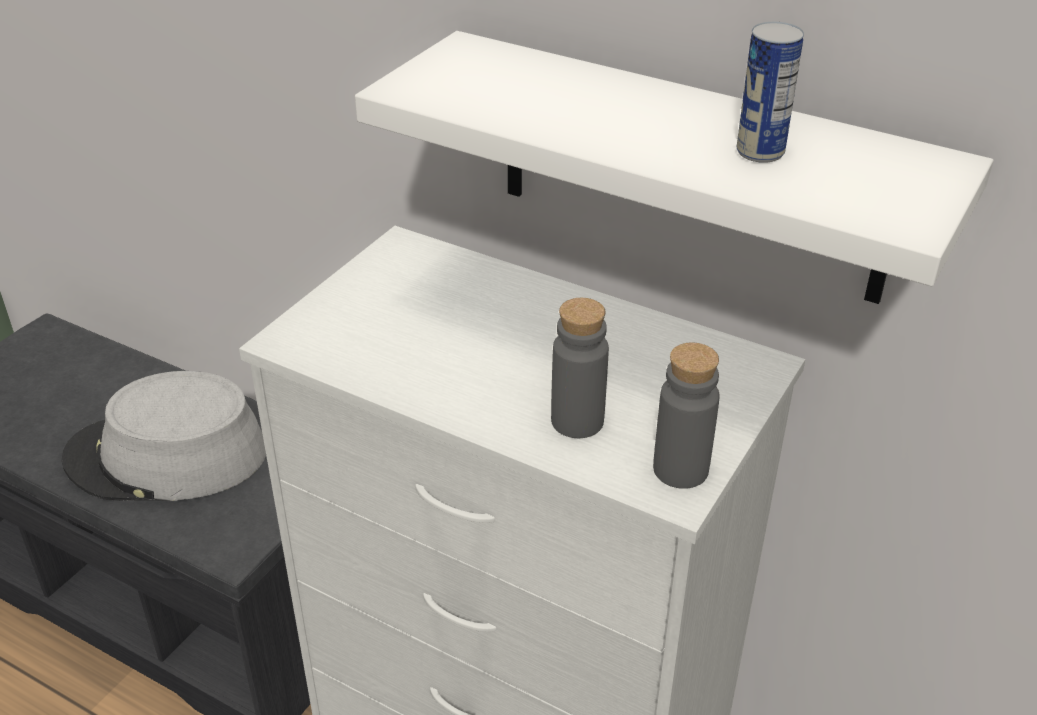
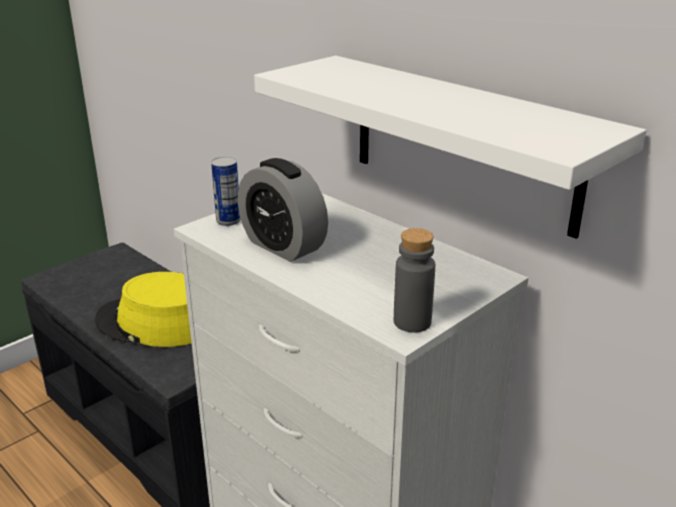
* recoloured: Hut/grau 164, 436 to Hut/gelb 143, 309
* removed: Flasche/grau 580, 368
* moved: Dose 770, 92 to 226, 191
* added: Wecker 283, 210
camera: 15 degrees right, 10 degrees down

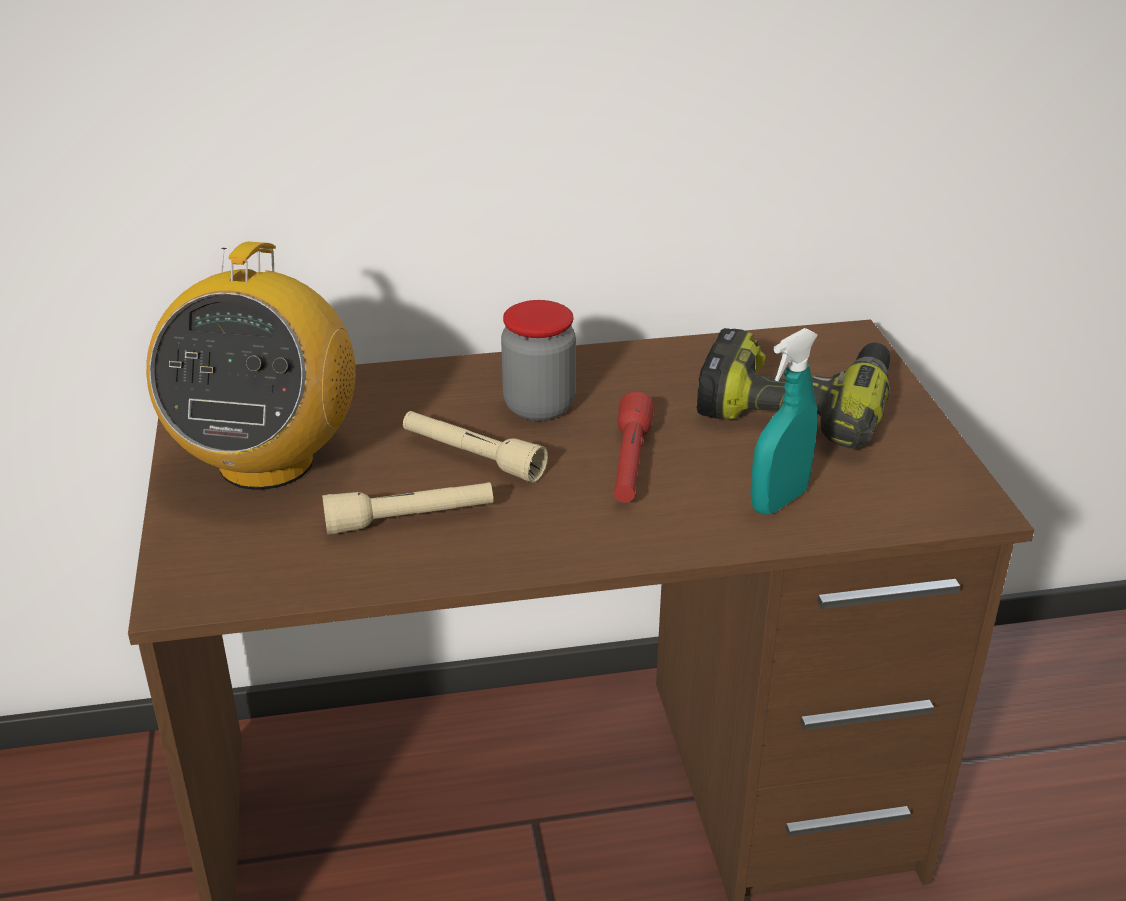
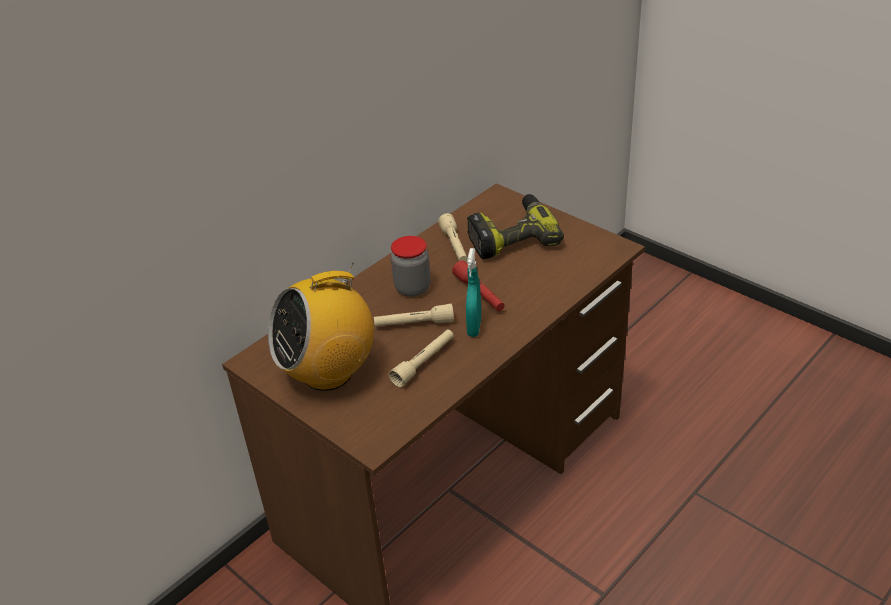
* turned: Radio 251, 366 = 321, 327 90 degrees clockwise
* moved: Sprühflasche/türkis 784, 421 to 473, 292
* added: Taschenlampe/beige 452, 237
camera: 35 degrees left, 5 degrees up

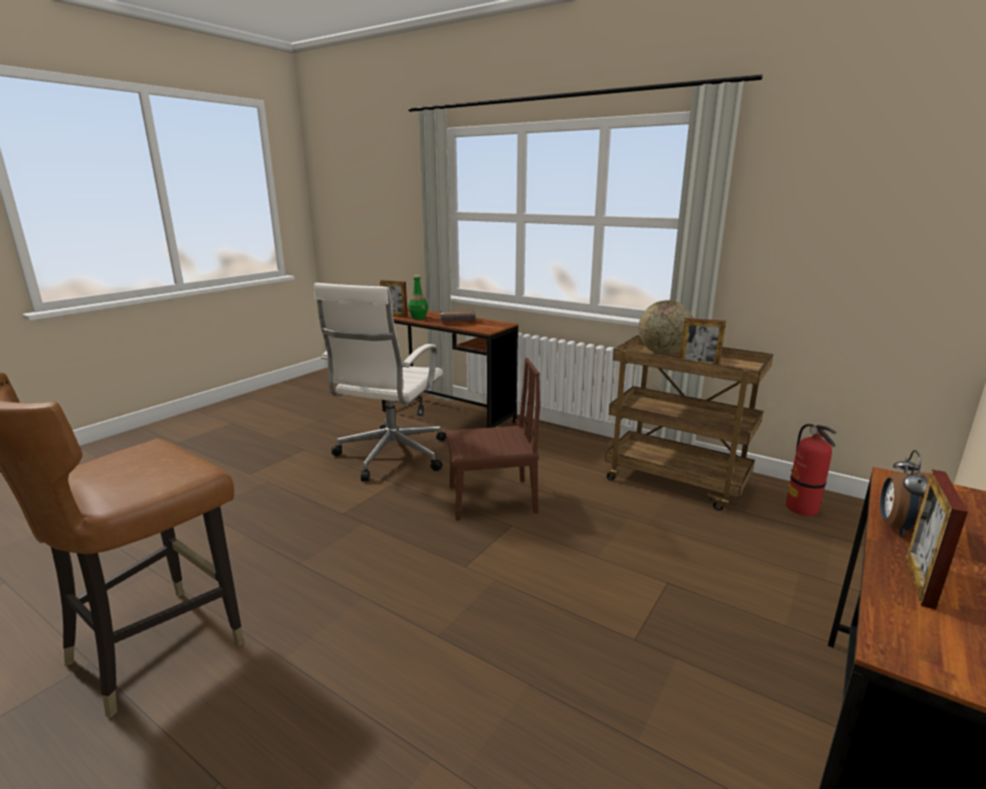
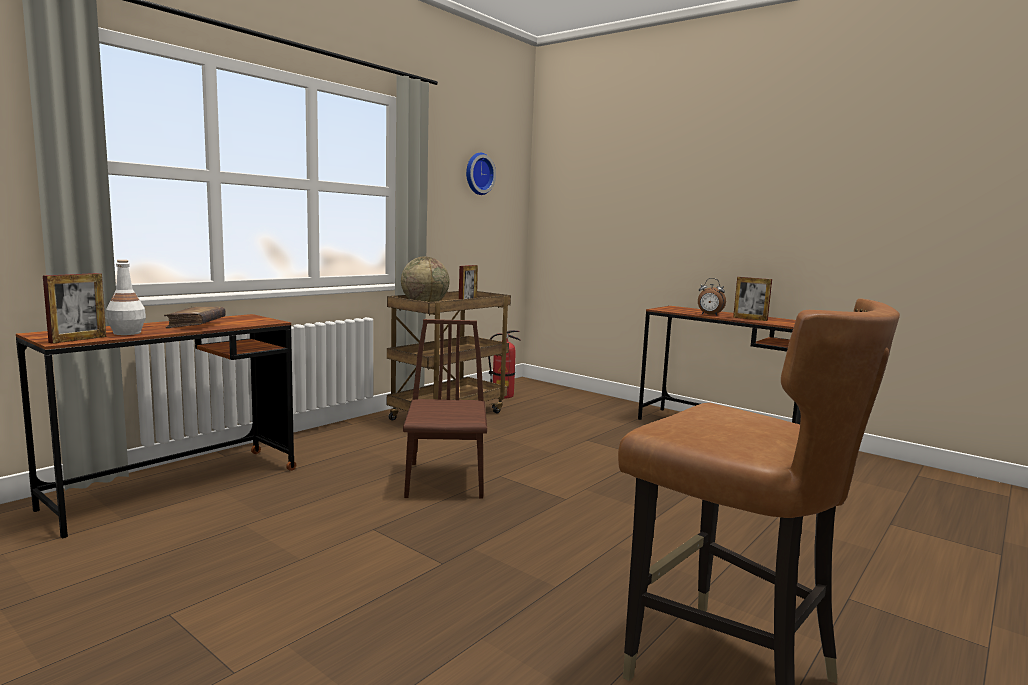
* removed: Bürostuhl/weiß 380, 382
* recoloured: Flasche/grün 418, 297 to Flasche/weiß 126, 297
* added: Wanduhr 481, 174
camera: 85 degrees left, 10 degrees down

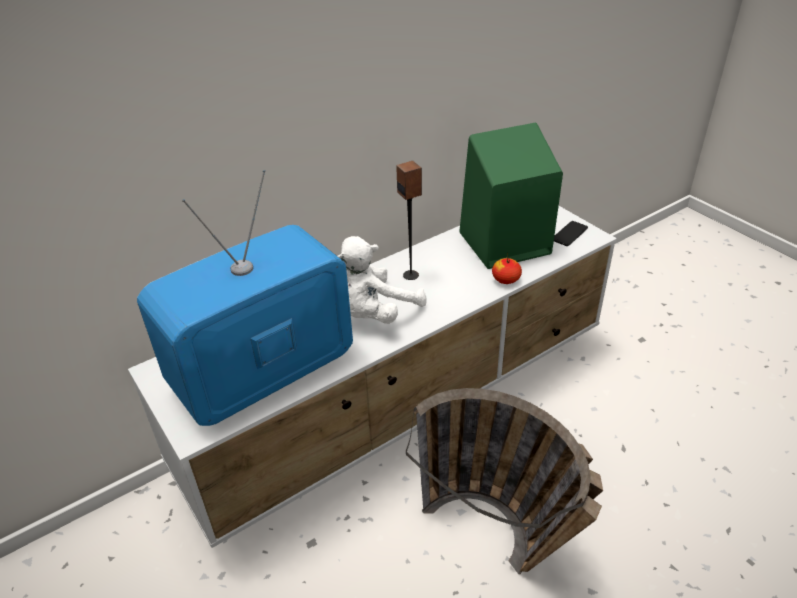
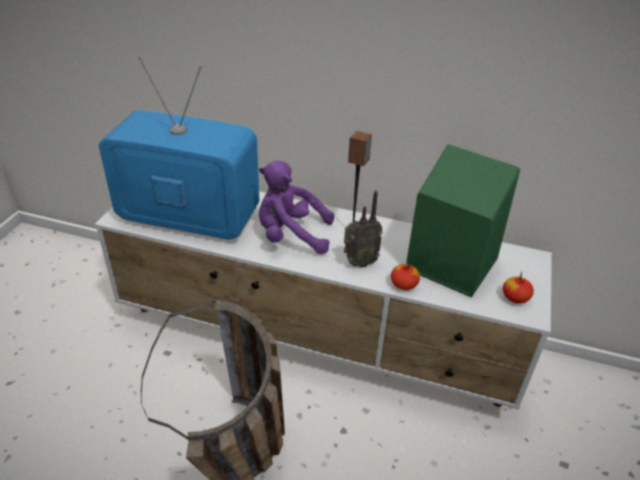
* recoloured: Plüschtier/weiß 382, 280 to Plüschtier/lila 296, 207
* replaced: Handy 571, 233 to Apfel 518, 287
* added: Radio 363, 229
camera: 50 degrees right, 0 degrees up

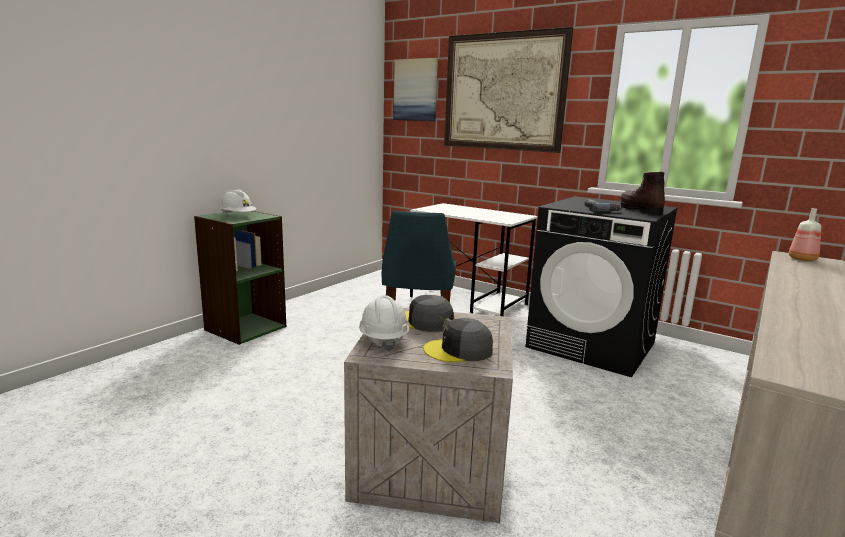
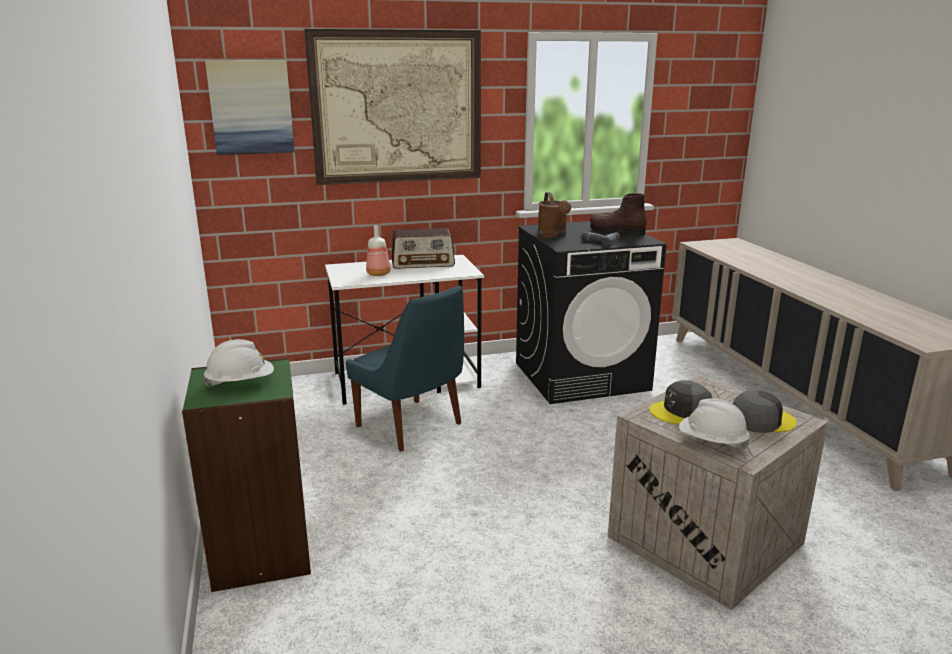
* turned: Kappe/grau 458, 340 = 764, 411 135 degrees counterclockwise
* moved: Flasche 805, 234 to 378, 250
* added: Radio 423, 248
* added: Gießkanne/braun 554, 215
camera: 50 degrees left, 5 degrees up

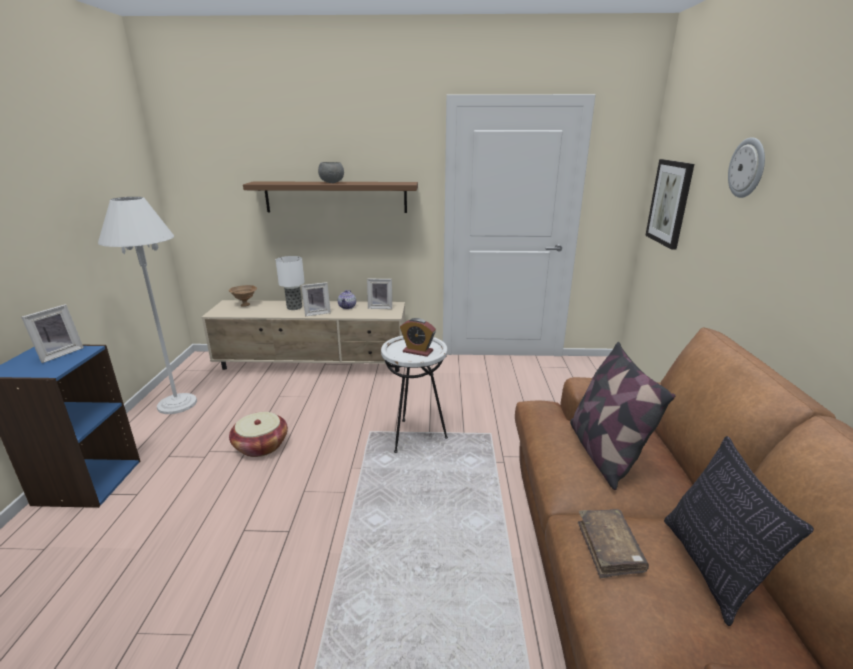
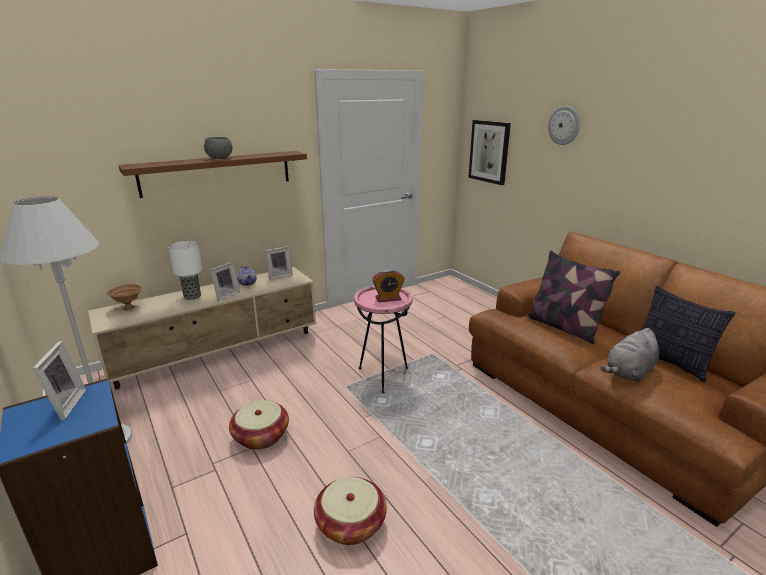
* recoloured: Beistelltisch/weiß 414, 394 to Beistelltisch/rosa 383, 339
* replaced: Buch/braun 613, 543 to Plüschtier/grau 629, 355
* added: Korb 350, 511
camera: 35 degrees left, 0 degrees up

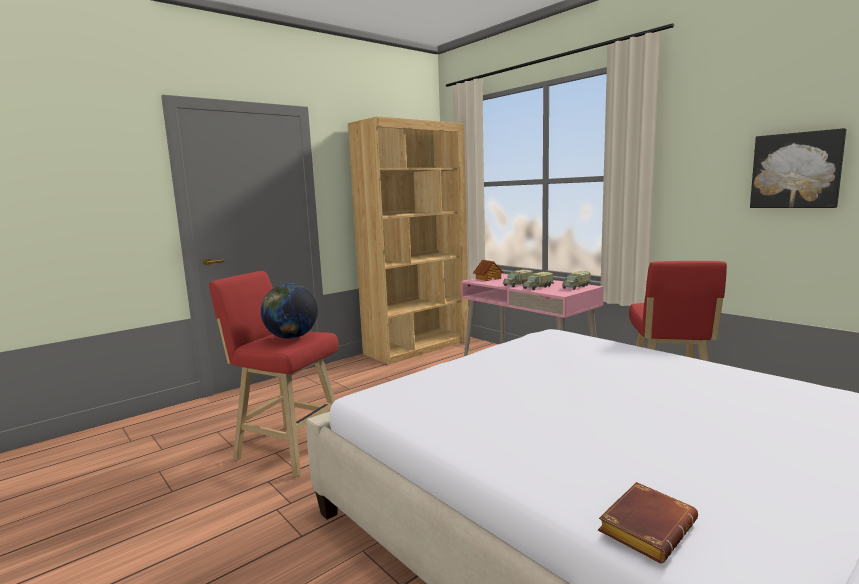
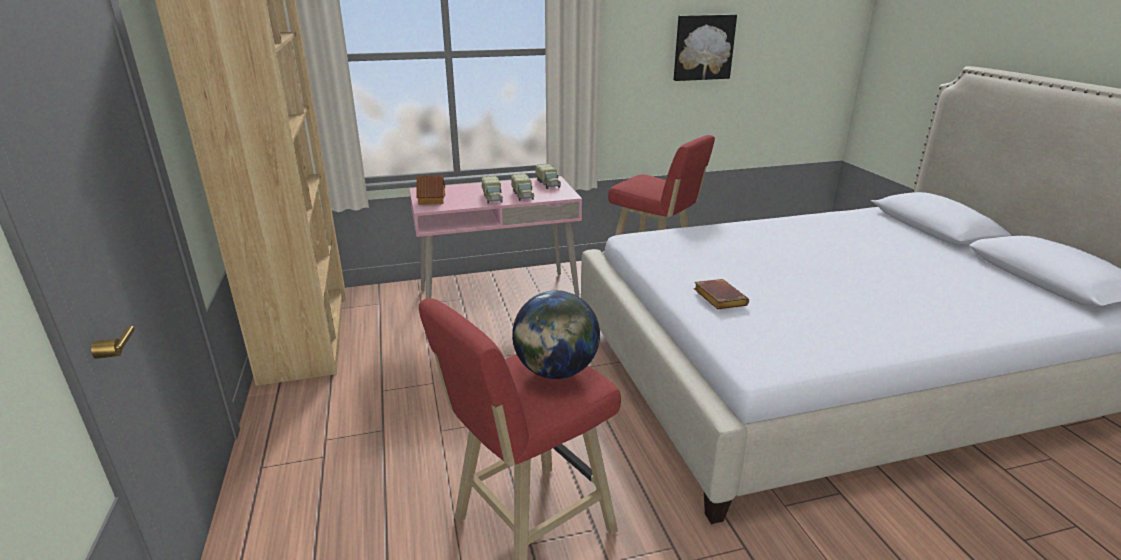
* moved: Buch/braun 648, 522 to 721, 294
camera: 65 degrees left, 15 degrees up

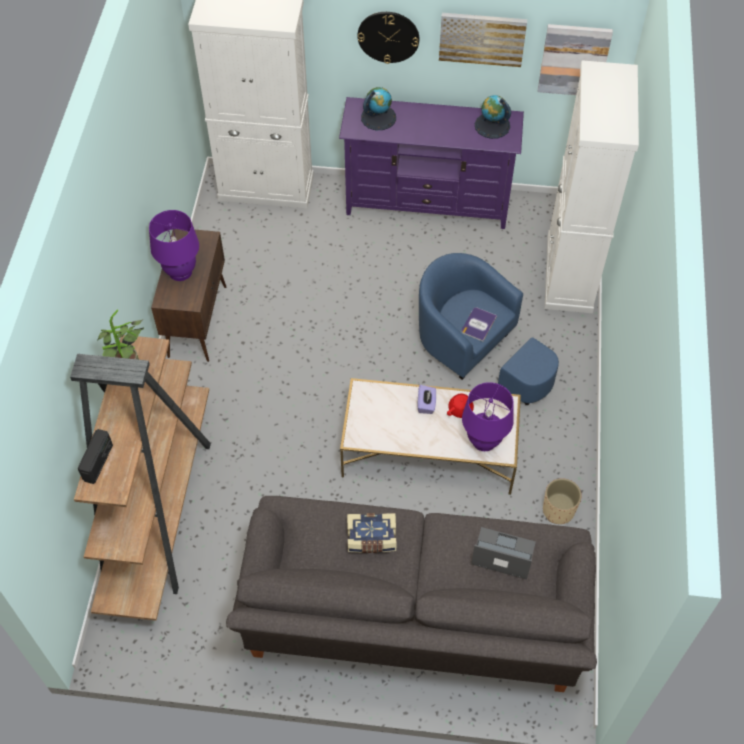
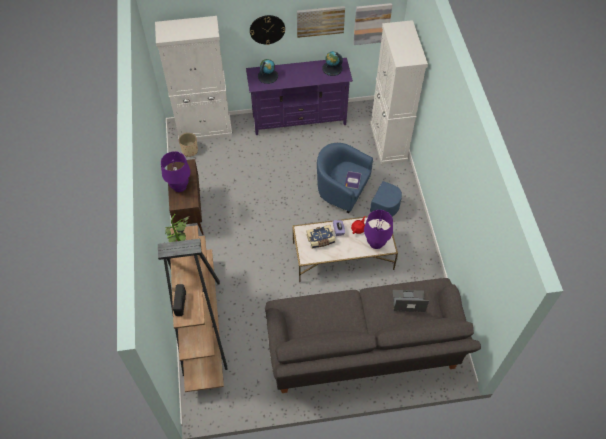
* moved: Buch 371, 533 to 321, 237
* moved: Pflanzkübel/beige 562, 501 to 188, 145
camera: 15 degrees left, 0 degrees up

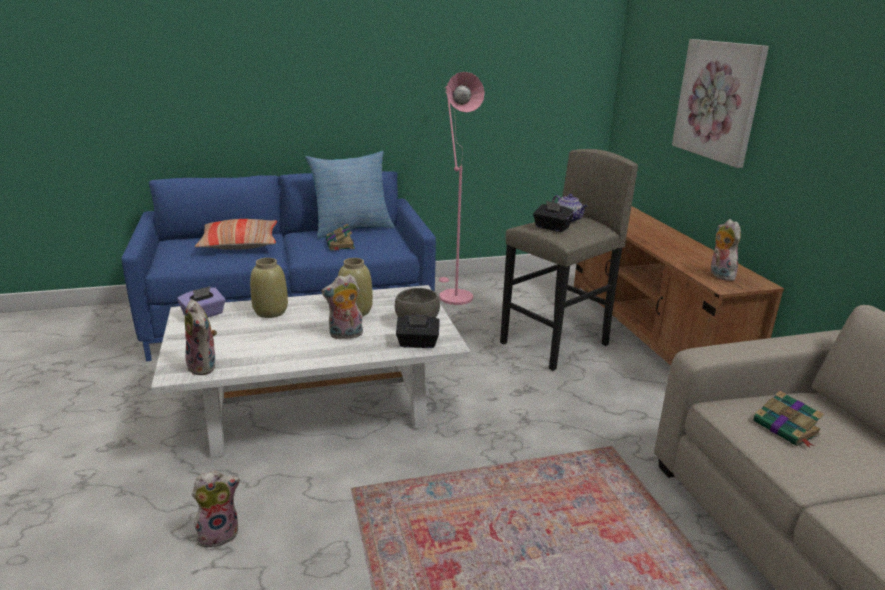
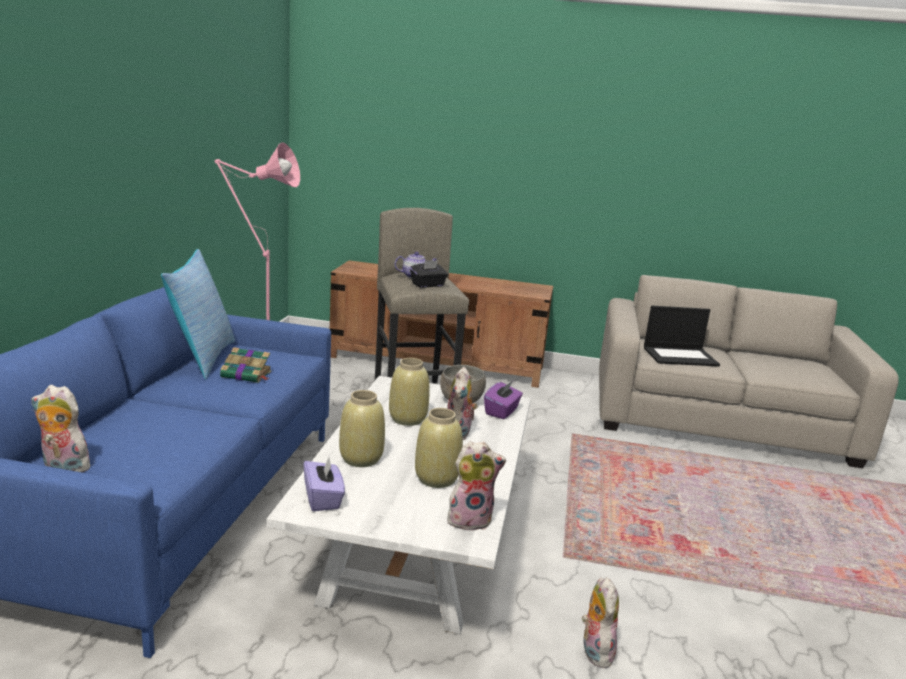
* removed: Kissen 236, 234
* recoloured: Taschentuchbox/schwarz 418, 331 to Taschentuchbox/lila 503, 399
* removed: Bild 720, 103
* moved: Plüschtier 725, 250 to 61, 429
* replaced: Buch 789, 419 to Laptop 682, 336
* added: Vase/beige 439, 448
camera: 65 degrees left, 5 degrees down

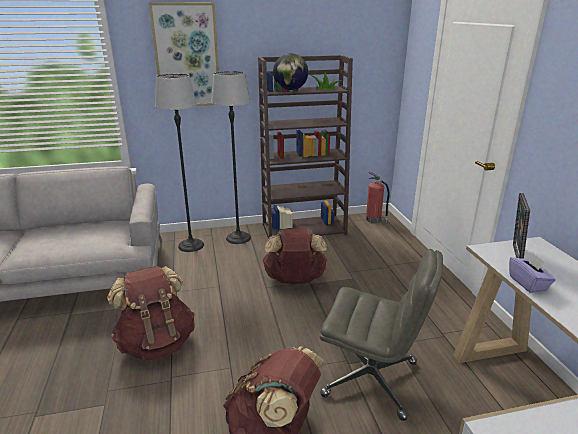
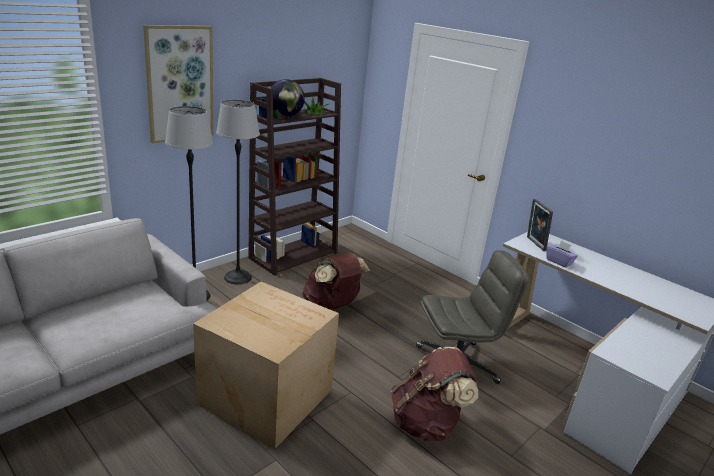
* replaced: Rucksack/braun 151, 313 to Karton 266, 365
* removed: Feuerlöscher 378, 197
camera: 35 degrees left, 0 degrees up

